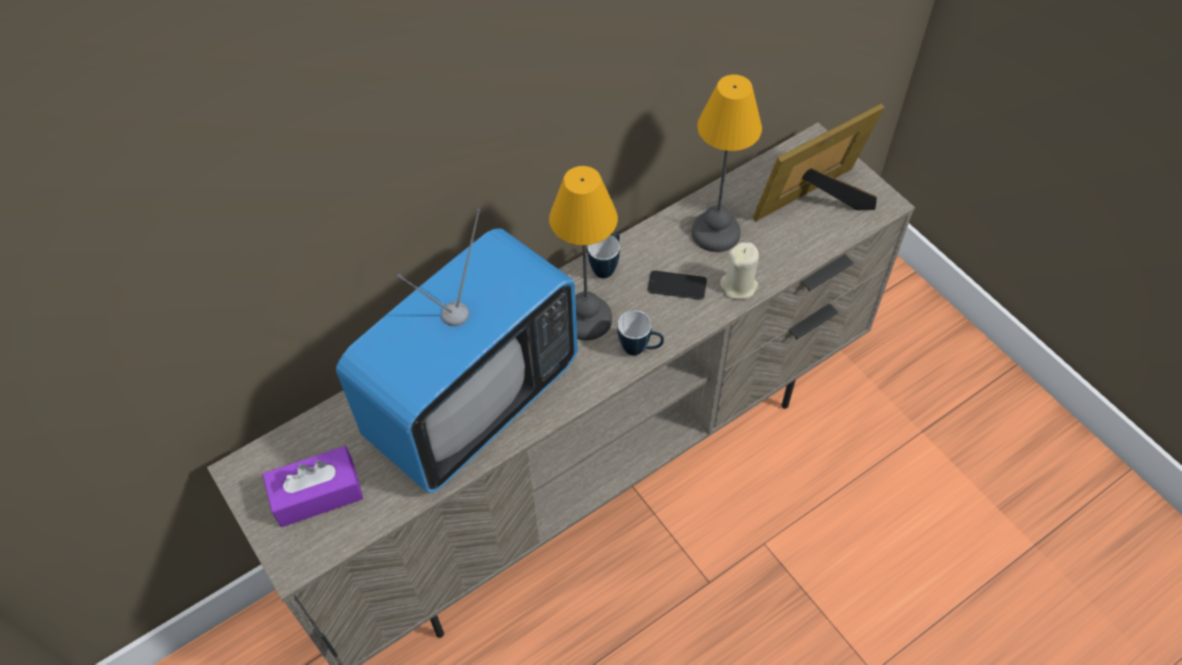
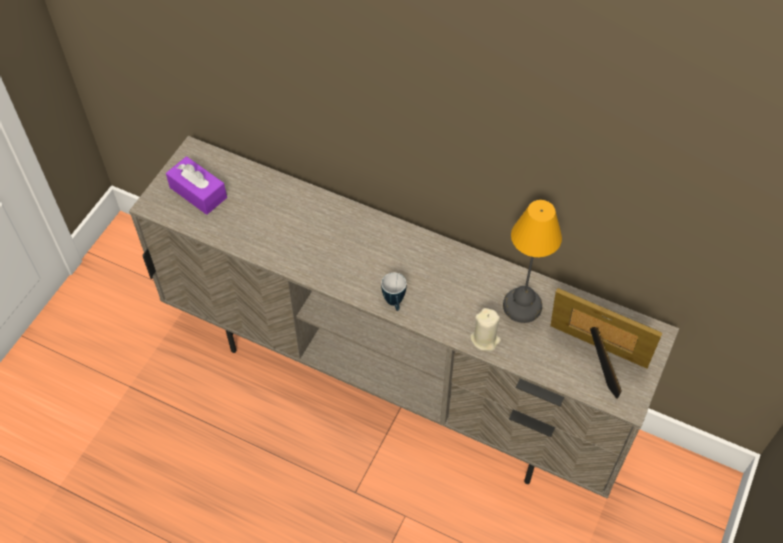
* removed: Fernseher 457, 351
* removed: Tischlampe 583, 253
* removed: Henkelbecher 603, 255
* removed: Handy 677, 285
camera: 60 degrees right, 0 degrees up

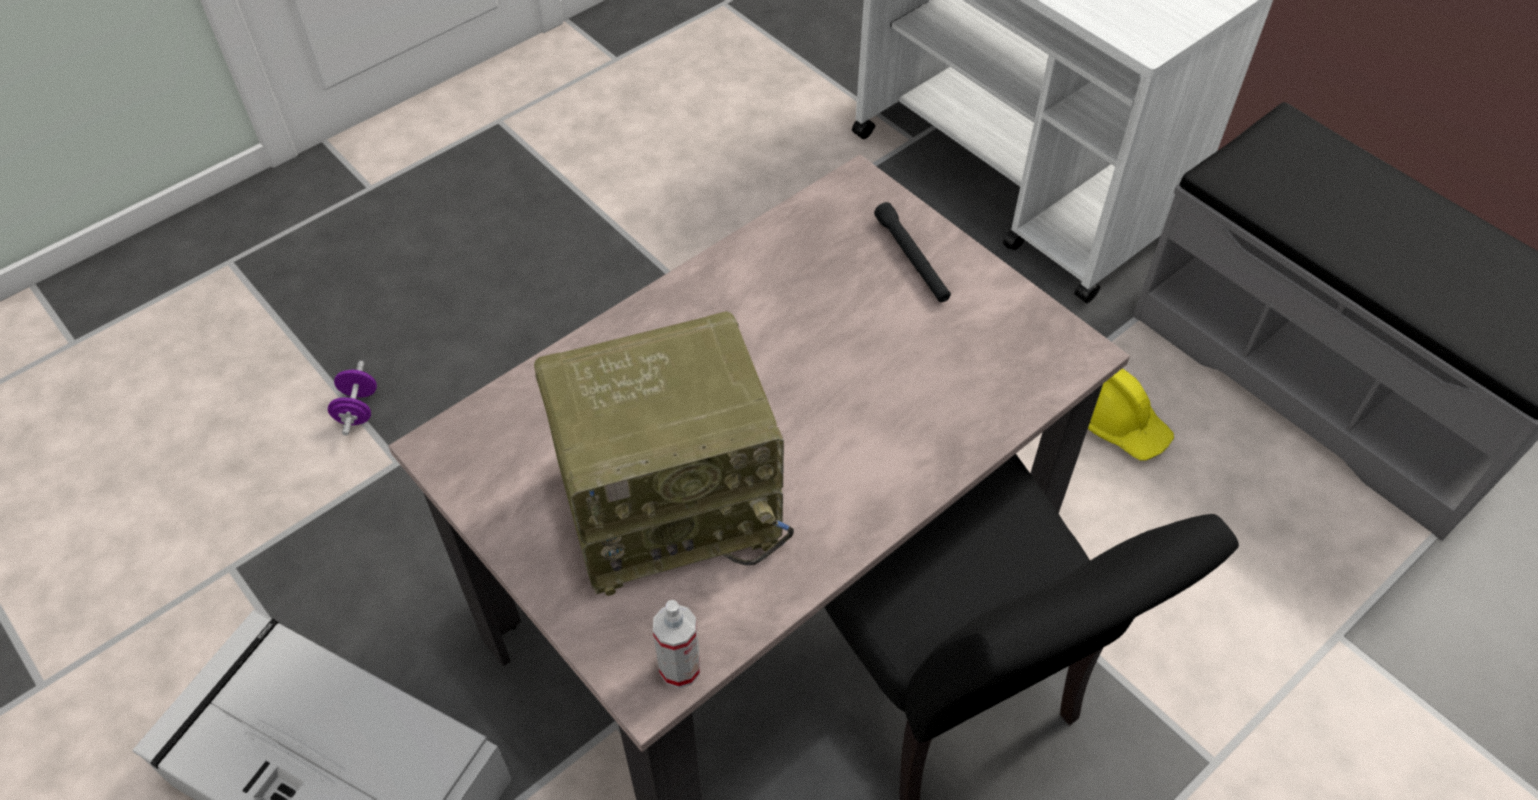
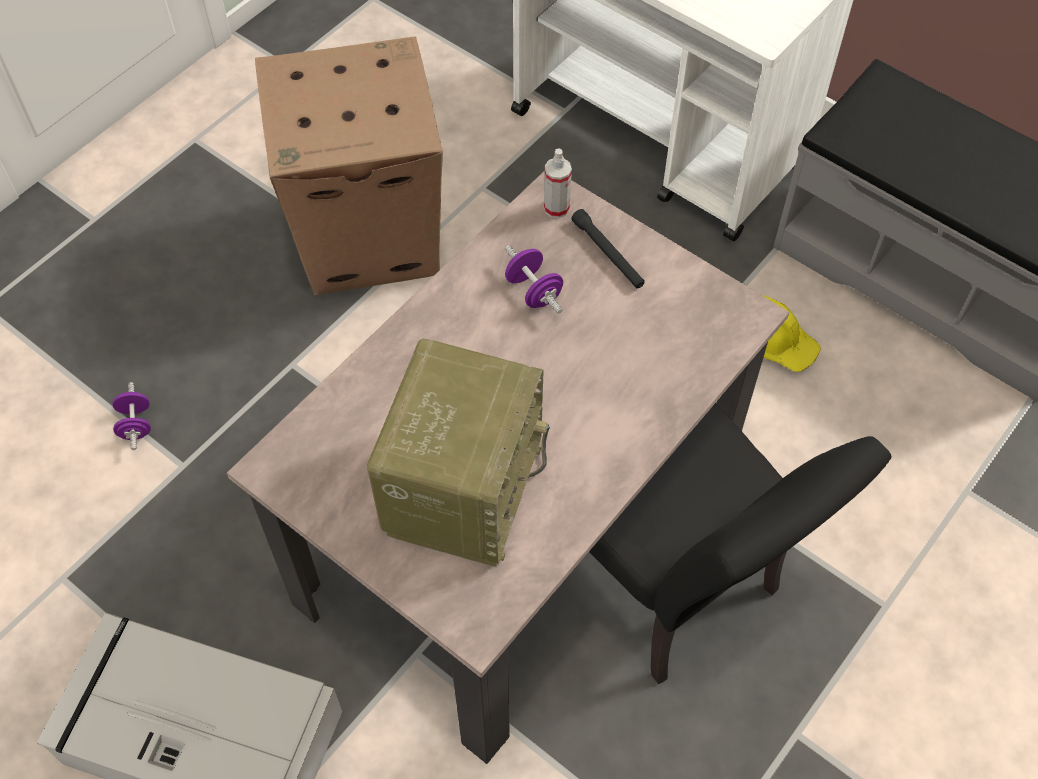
* turned: Radio 664, 453 = 458, 453 45 degrees counterclockwise
* moved: Sprühflasche 676, 644 to 558, 183
* added: Karton 349, 165
* added: Hantel/lila 534, 279
camera: 10 degrees left, 5 degrees up

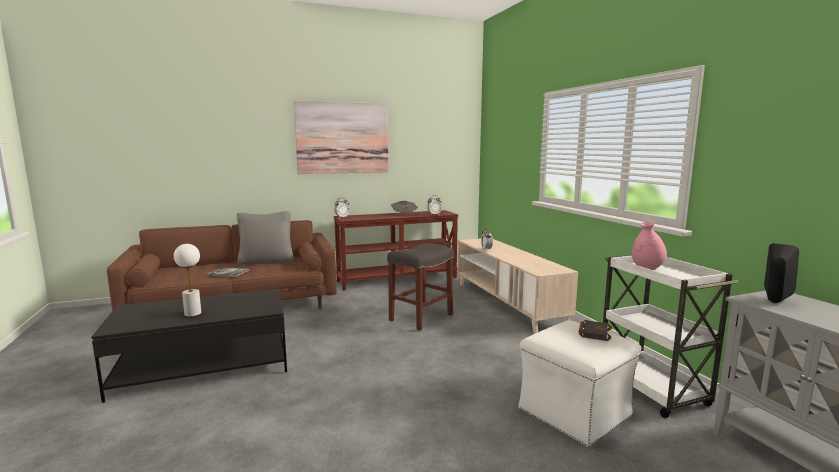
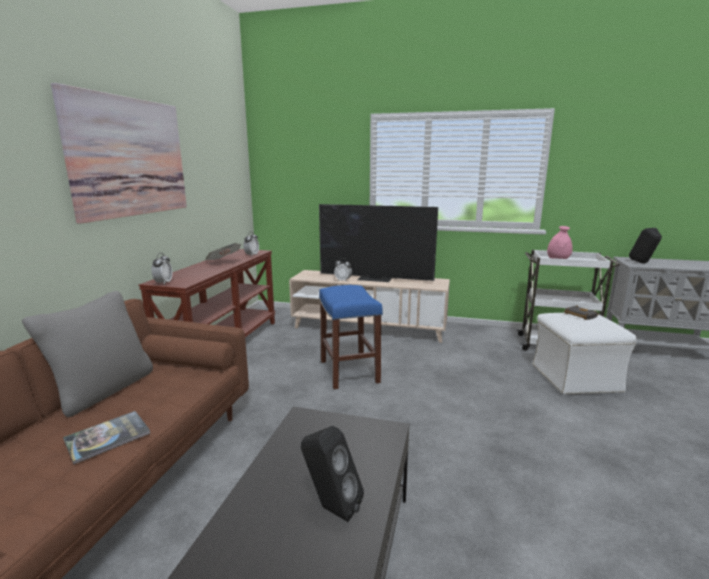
* replaced: Tischlampe/weiß 187, 280 to Lautsprecher/schwarz 332, 474
* recoloured: Hocker/grau 420, 287 to Hocker/blau 351, 337
* added: Fernseher 378, 243
camera: 55 degrees left, 5 degrees up

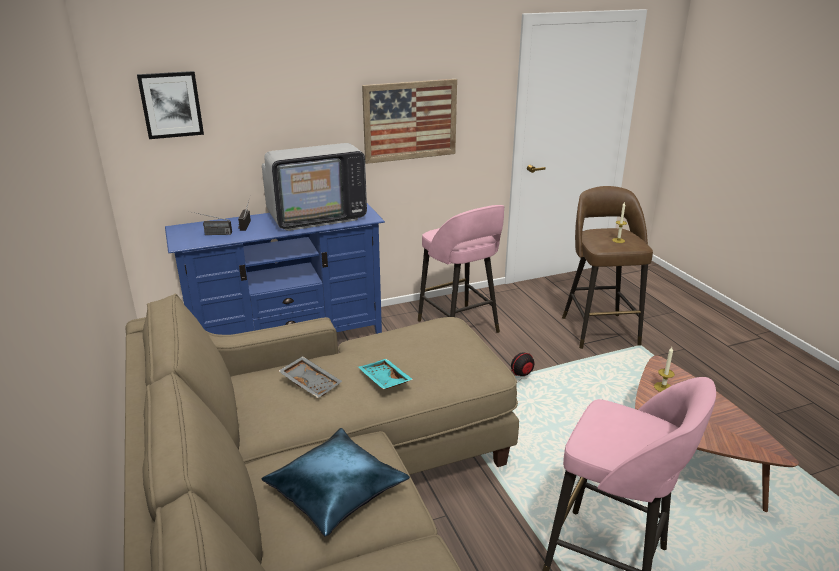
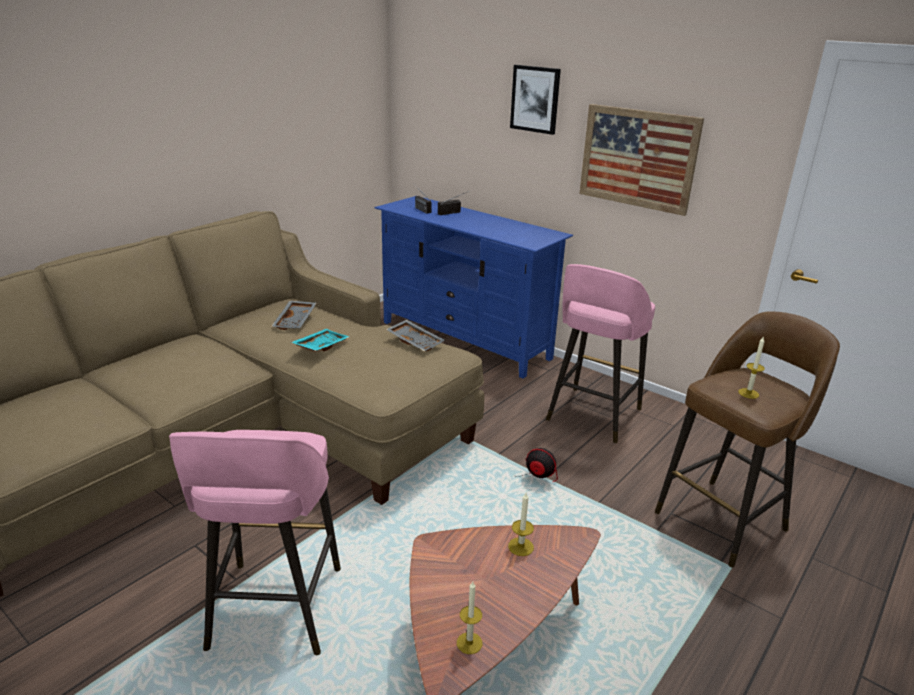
* moved: Bild 170, 105 to 535, 100
* removed: Fernseher 314, 187
* removed: Kissen/blau 336, 482
* added: Tablett/grau 415, 335
* added: Kerze 469, 617
camera: 60 degrees right, 0 degrees up

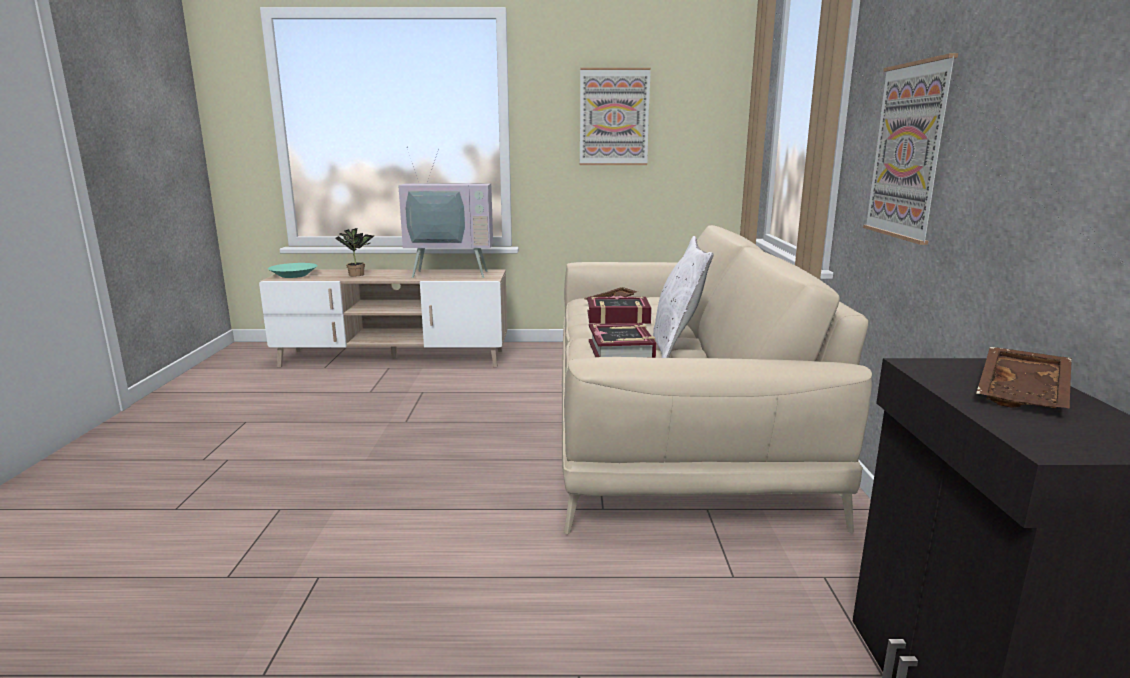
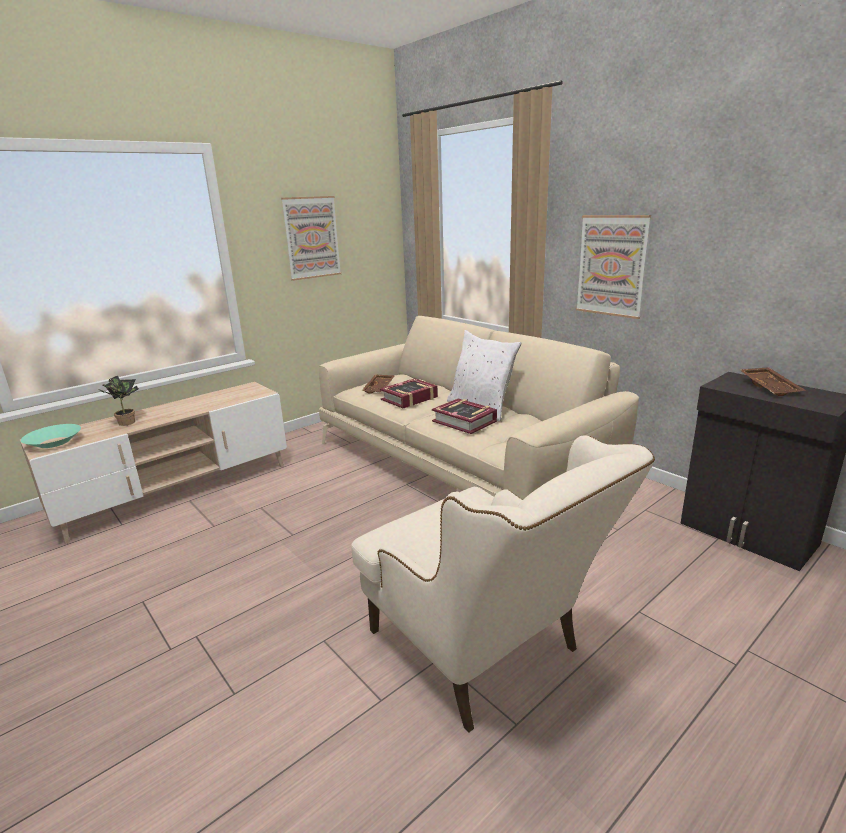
* removed: Fernseher 445, 212
* added: Sessel/beige 503, 584
camera: 40 degrees left, 5 degrees up

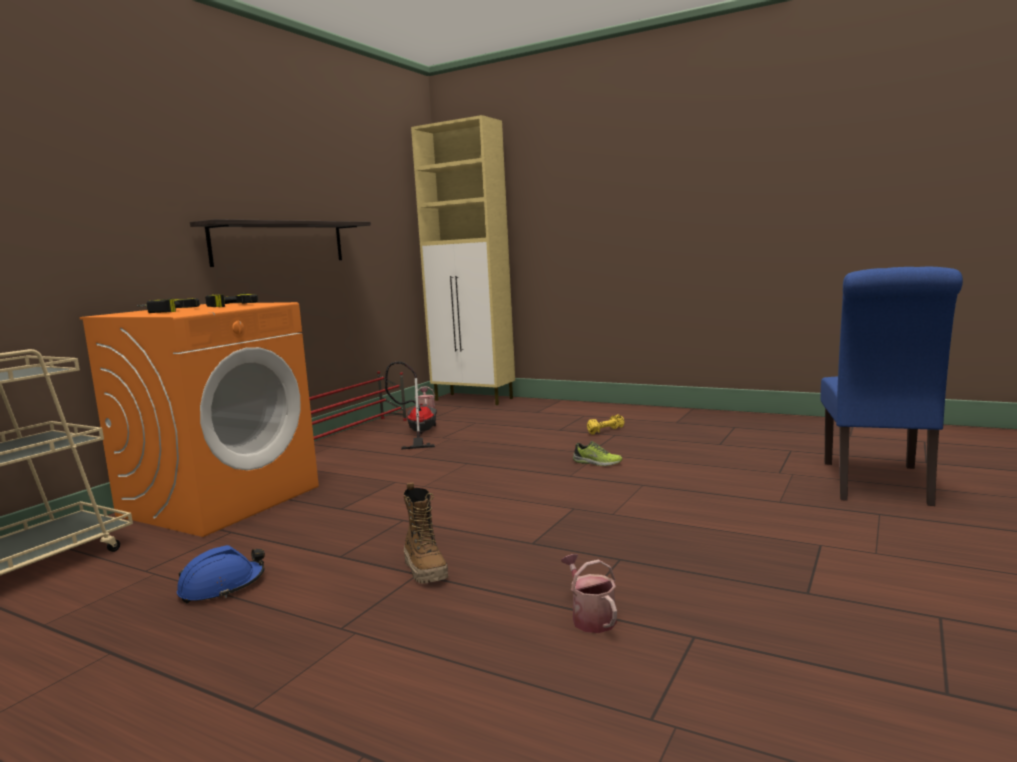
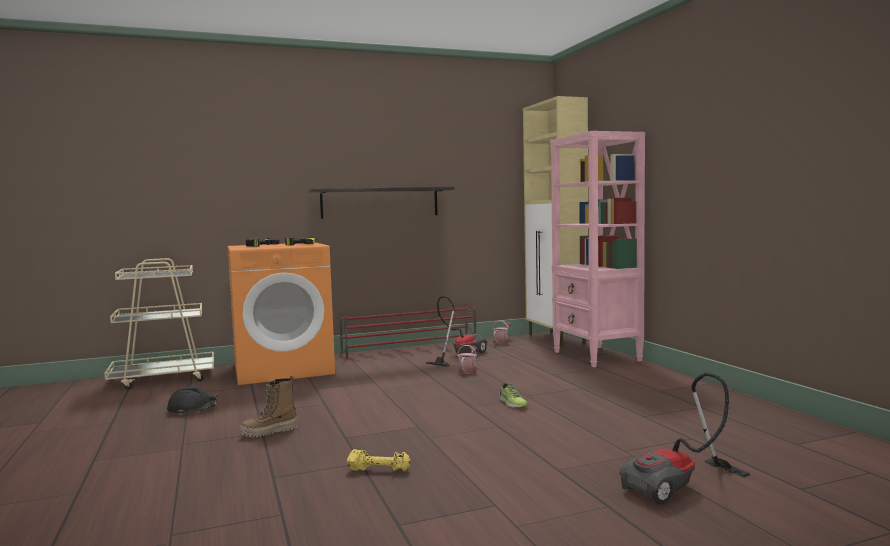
* recoloured: Schutzhelm/blau 221, 574 to Schutzhelm/schwarz 192, 400
* turned: Stiefel 426, 533 = 268, 406 45 degrees clockwise
* moved: Gießkanne 589, 593 to 467, 359
* moved: Hantel/gelb 606, 425 to 378, 460
* replaced: Stuhl/blau 892, 386 to Staubsauger 684, 438
* added: Bücherregal/rosa 597, 249
camera: 40 degrees right, 5 degrees down

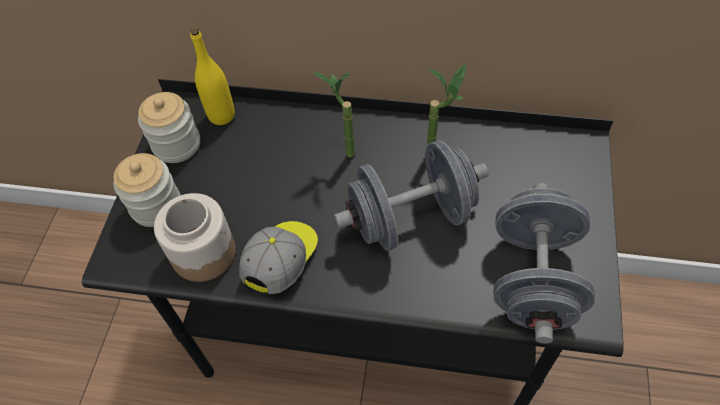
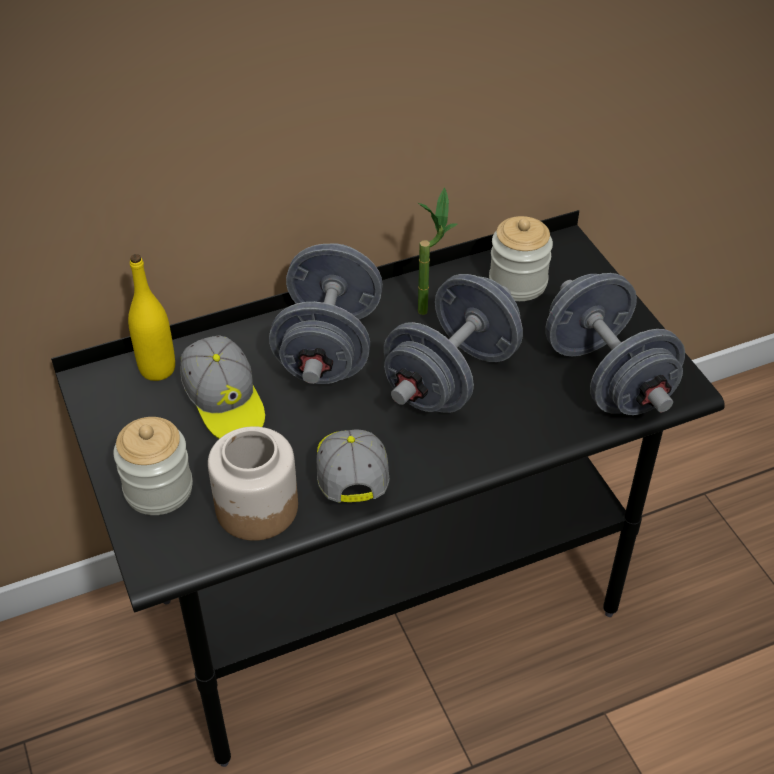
* moved: Vorratsglas 169, 127 to 521, 258
* replaced: Topfpflanze 333, 114 to Hantel/grau 326, 313
* added: Kappe 222, 387
camera: 35 degrees left, 10 degrees down

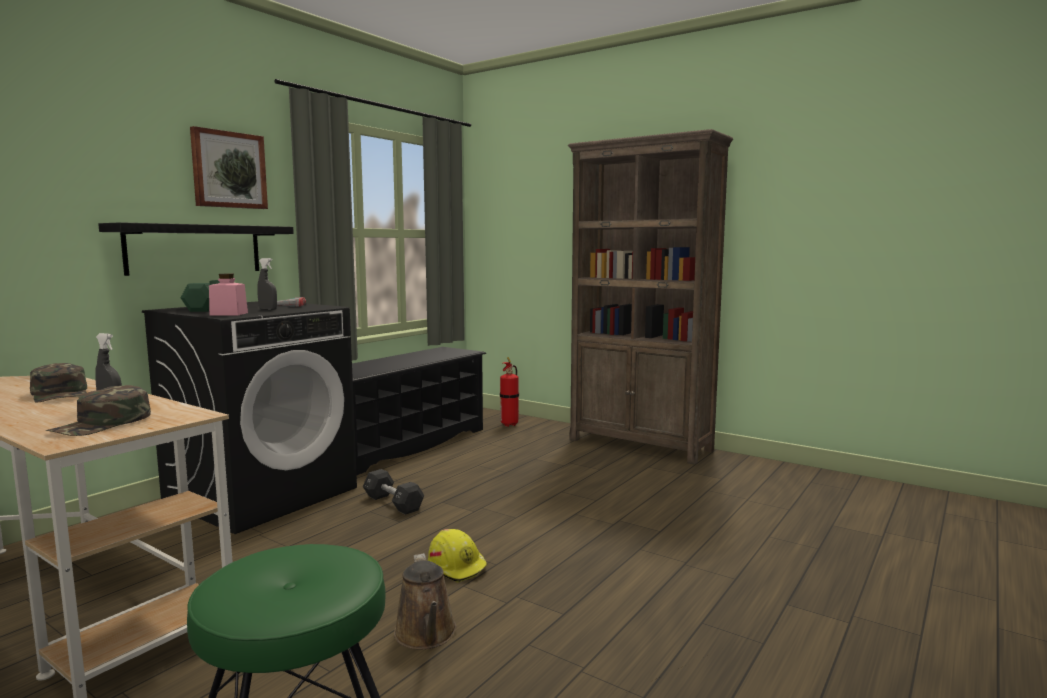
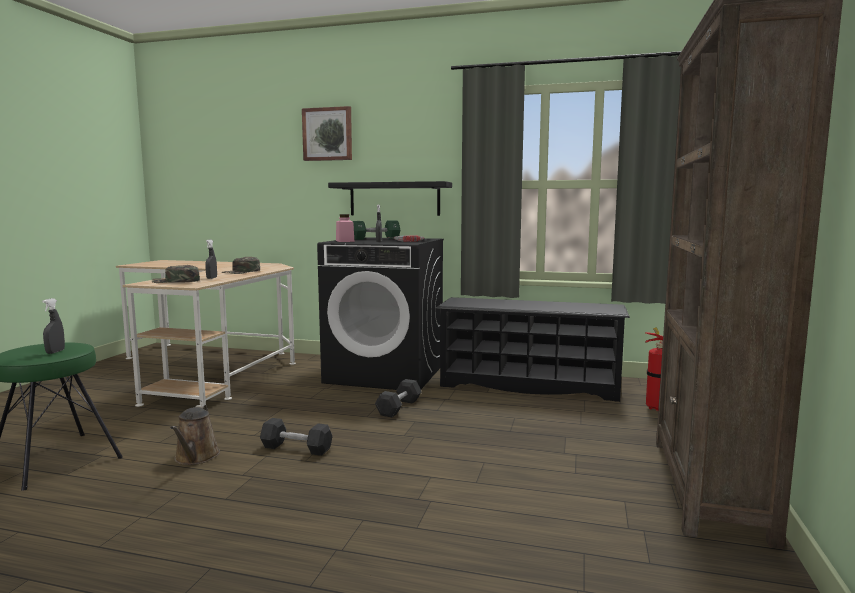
* moved: Bild 229, 167 to 327, 133
* turned: Gießkanne/braun 425, 601 = 195, 434 60 degrees counterclockwise
* replaced: Schutzhelm/gelb 458, 556 to Hantel/schwarz 296, 437
* added: Sprühflasche/grau 53, 326
camera: 70 degrees right, 0 degrees up

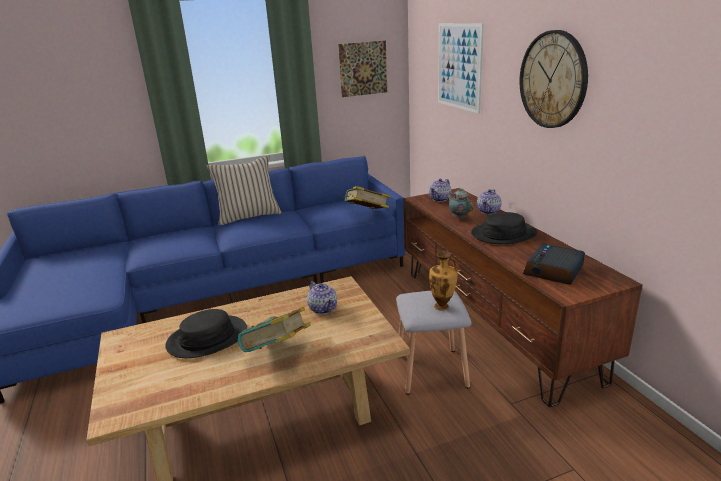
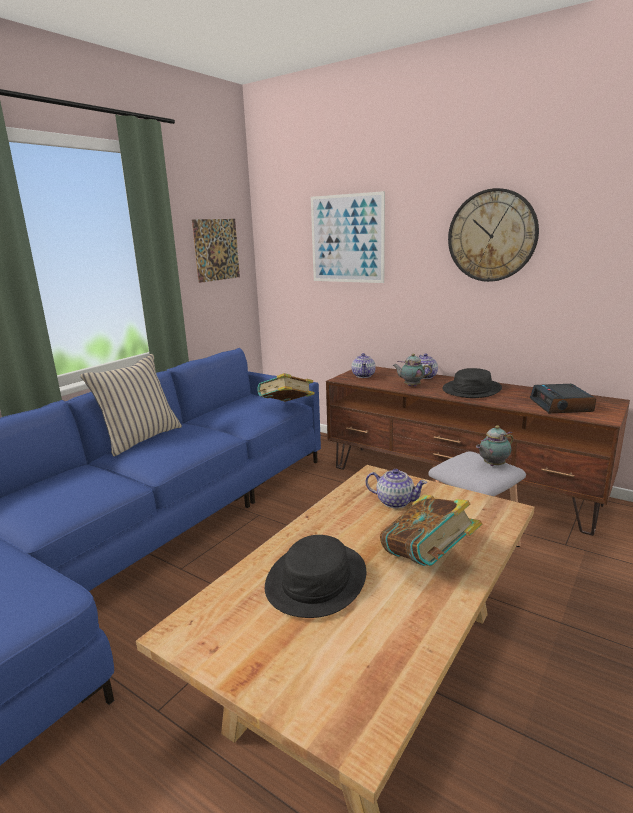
* replaced: Vase 443, 281 to Teekanne 494, 445
camera: 35 degrees left, 5 degrees down

